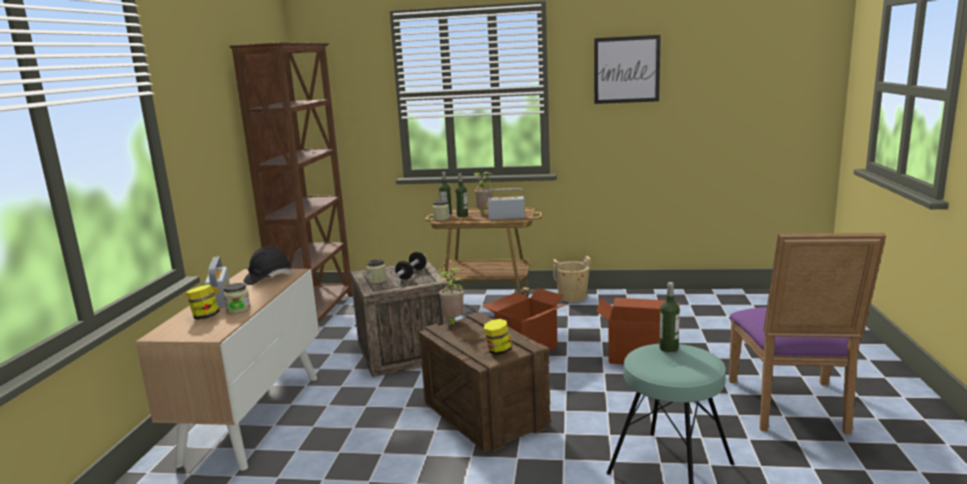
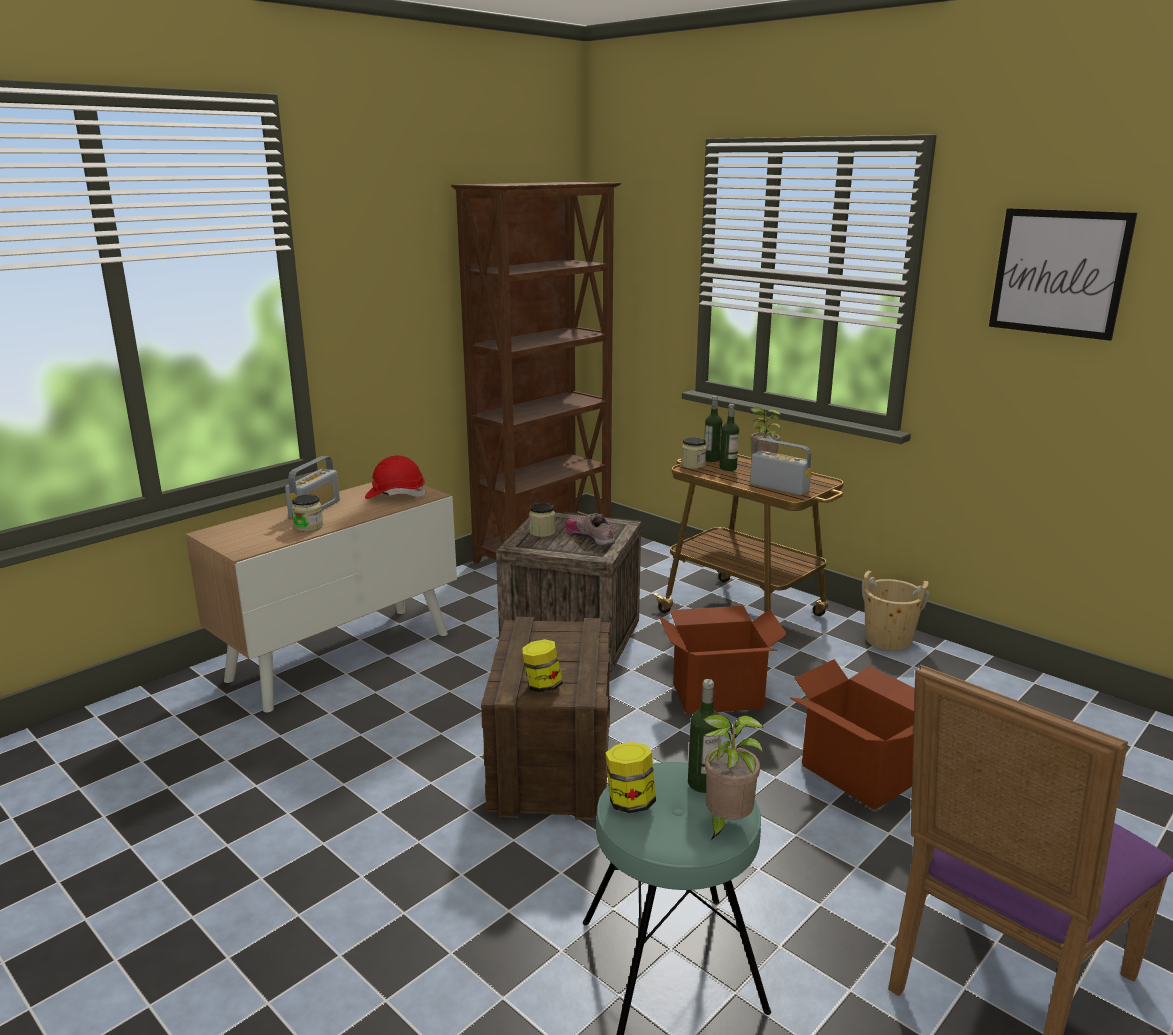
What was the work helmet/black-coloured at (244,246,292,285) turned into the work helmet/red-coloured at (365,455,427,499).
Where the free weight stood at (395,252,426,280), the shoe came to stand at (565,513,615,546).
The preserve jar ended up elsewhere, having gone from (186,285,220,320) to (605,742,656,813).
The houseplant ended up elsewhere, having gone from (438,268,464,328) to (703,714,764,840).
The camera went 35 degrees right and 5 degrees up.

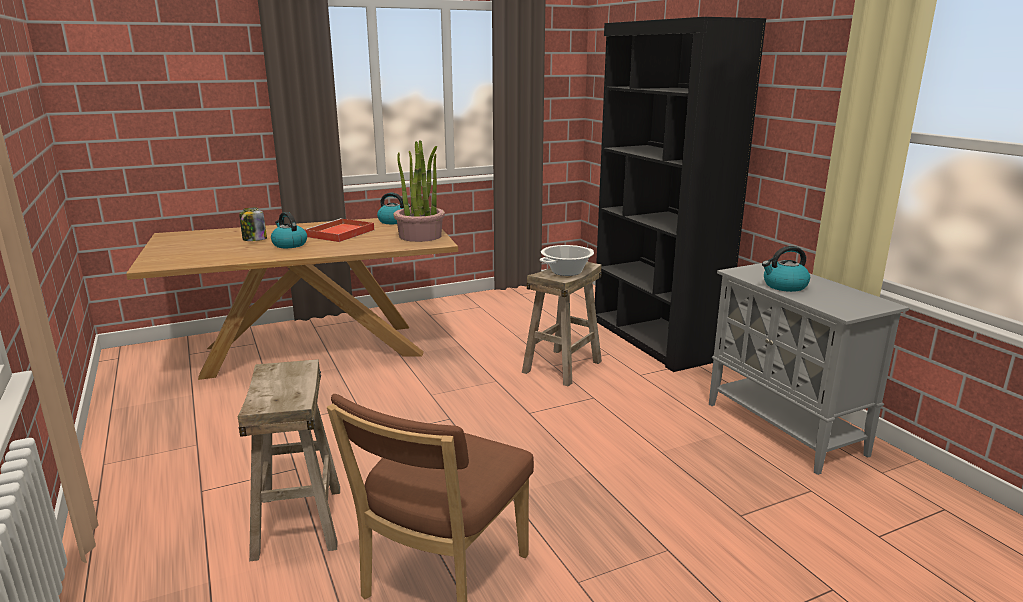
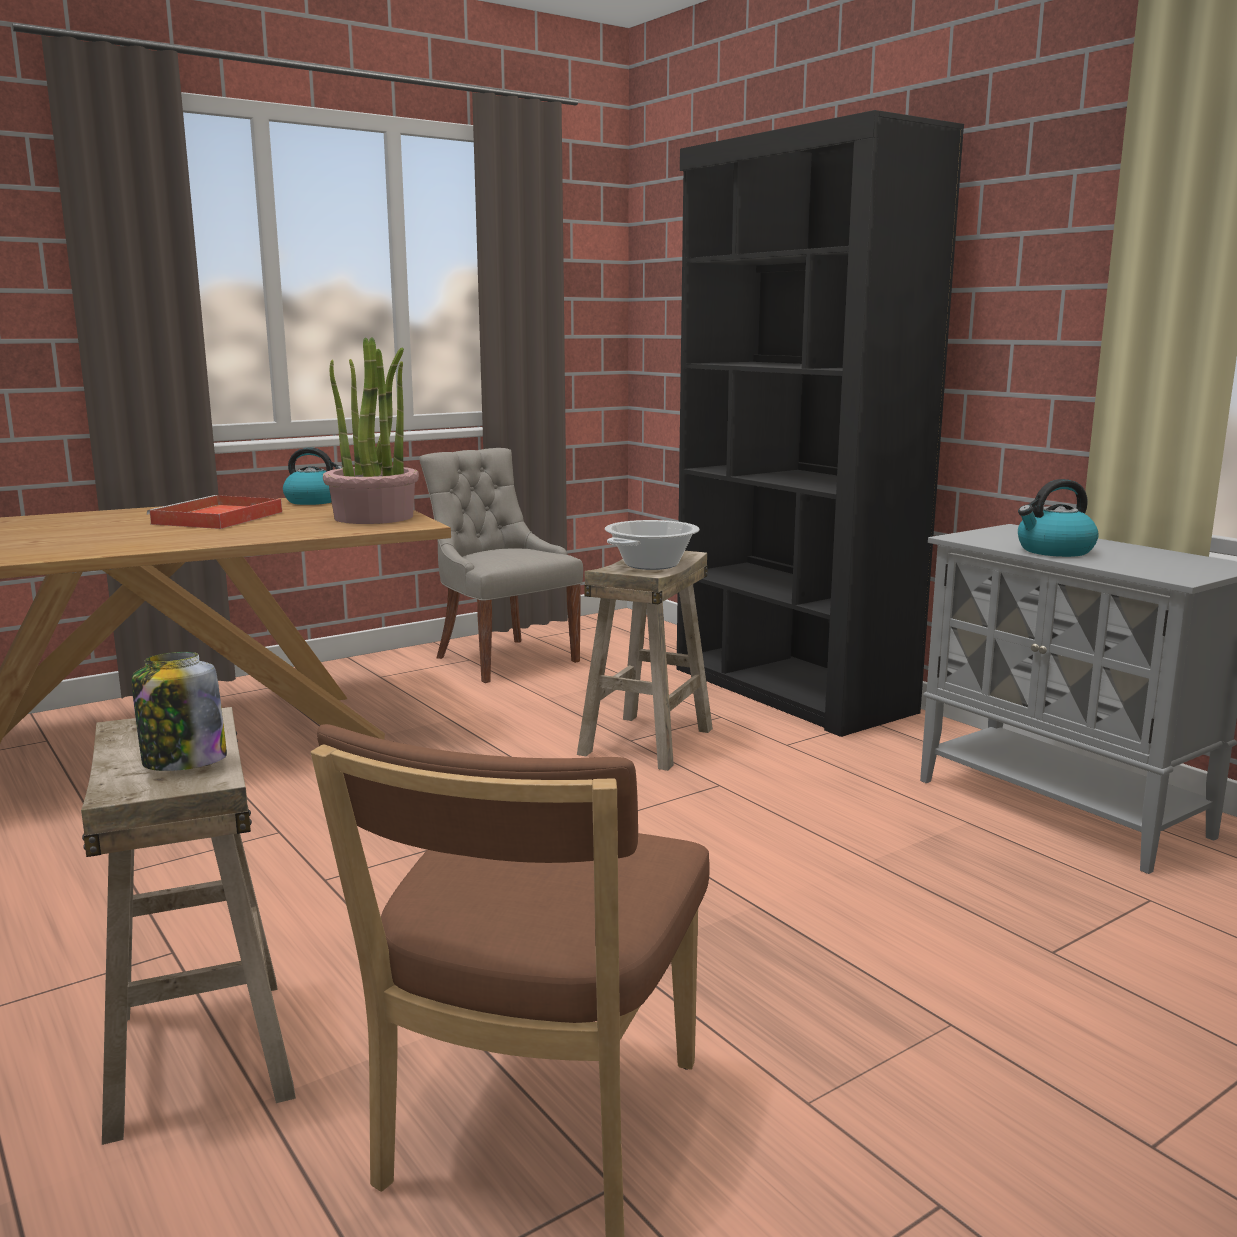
The preserve jar ended up elsewhere, having gone from (239,208,267,241) to (131,652,227,771).
The second view gained the chair/greyish at (419,448,583,683).
The second view lost the tea kettle at (271,212,307,248).
The camera went 10 degrees left and 5 degrees down.

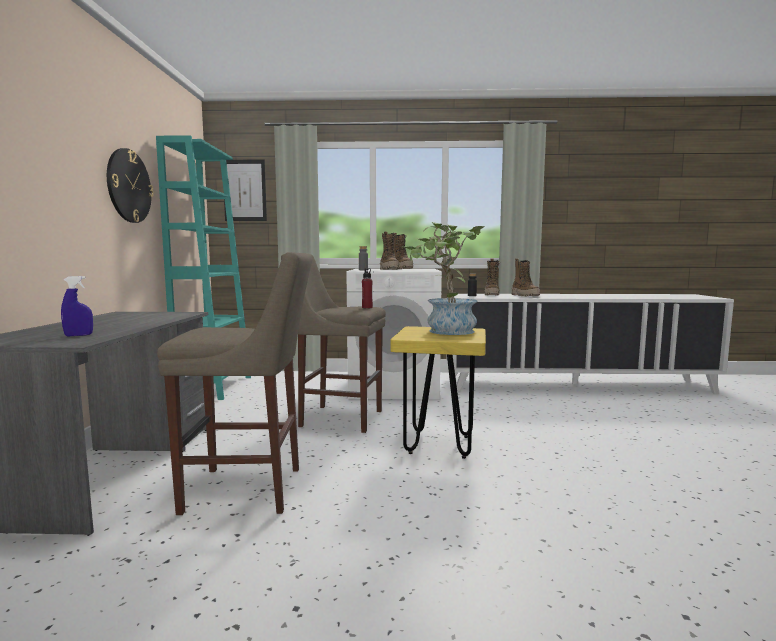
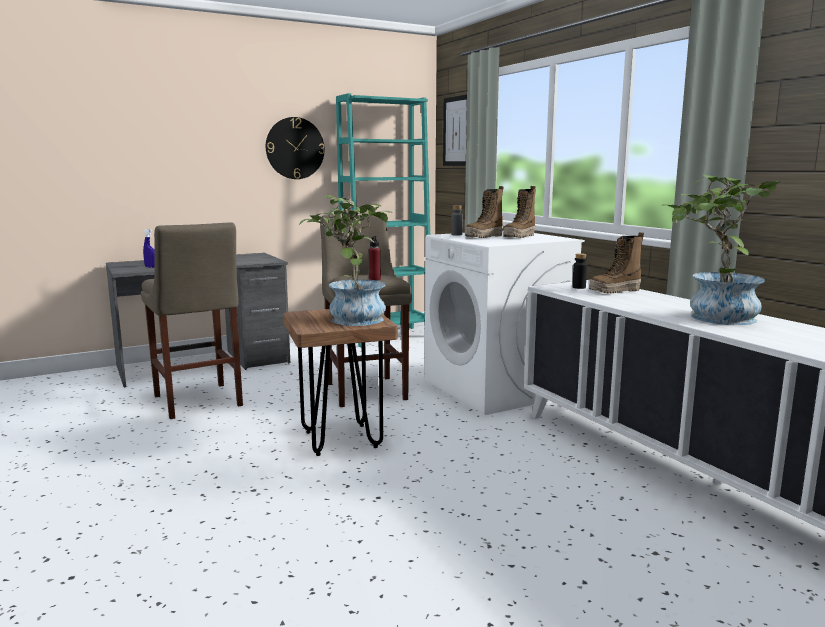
What was the stool/yellow-coloured at (390,326,486,459) turned into the stool/brown-coloured at (284,309,398,456).
The second view gained the houseplant at (662,174,781,325).
The second view lost the high-top boot at (511,258,540,296).
The camera went 60 degrees right and 5 degrees up.

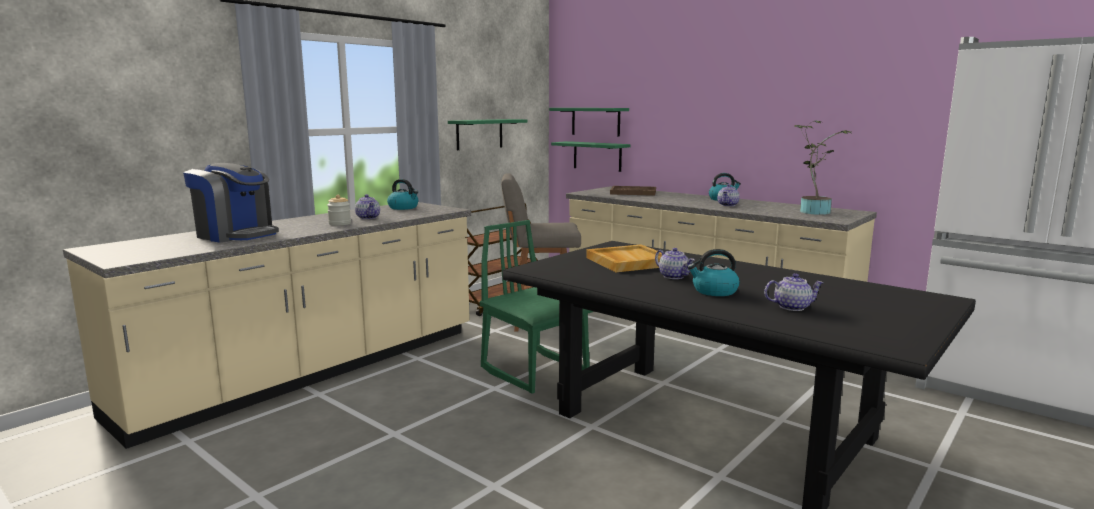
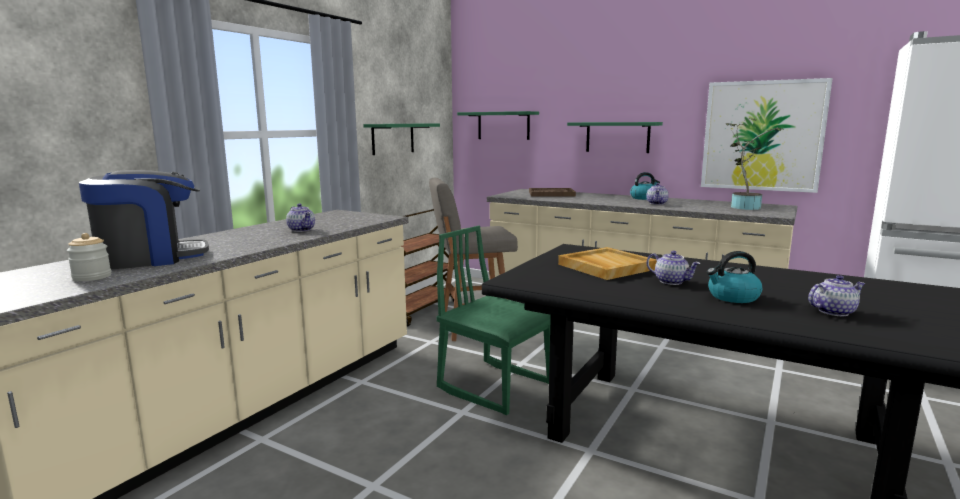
The preserve jar ended up elsewhere, having gone from (327,195,351,226) to (67,233,111,281).
The coffee machine at (183,163,279,243) ended up facing another way, 45 degrees counterclockwise from before.
The wall shelf/green ended up elsewhere, having gone from (551,141,631,172) to (567,122,663,153).
The second view gained the wall art at (701,78,833,193).
The second view lost the tea kettle at (387,179,418,210).
The camera went 10 degrees left and 0 degrees up.

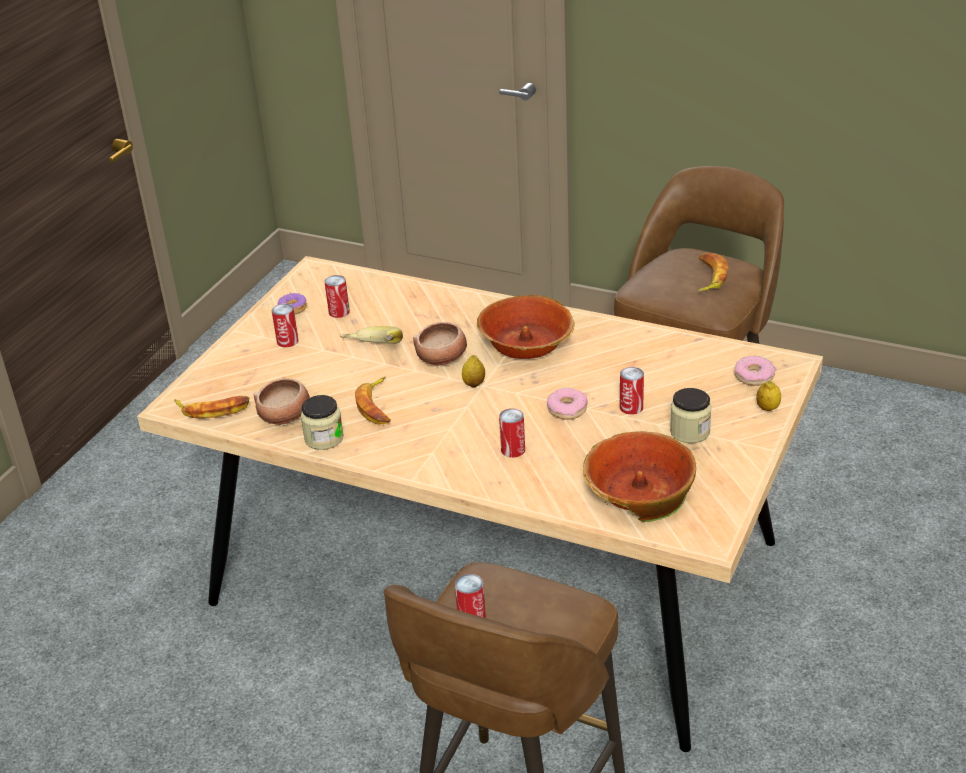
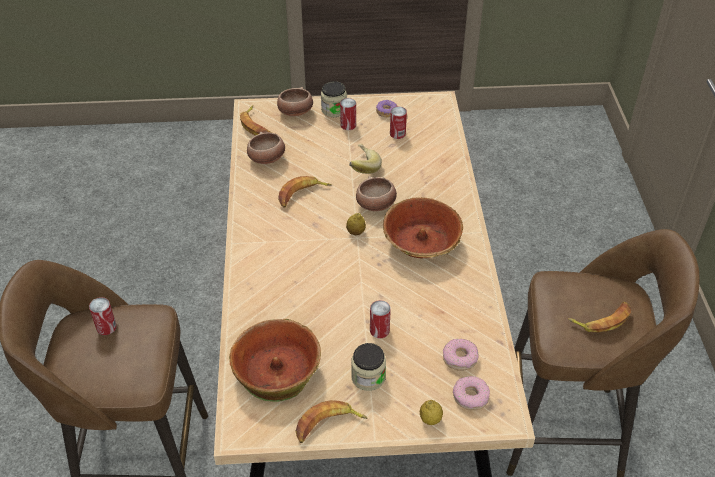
The second view gained the deep dish at (277,87,313,117).
The second view gained the banana at (295,400,368,443).
The preserve jar ended up elsewhere, having gone from (301,395,344,450) to (321,81,347,117).
The ring doughnut ended up elsewhere, having gone from (547,388,588,420) to (443,339,479,371).
The second view lost the can at (499,408,525,458).
The camera went 60 degrees right and 10 degrees up.

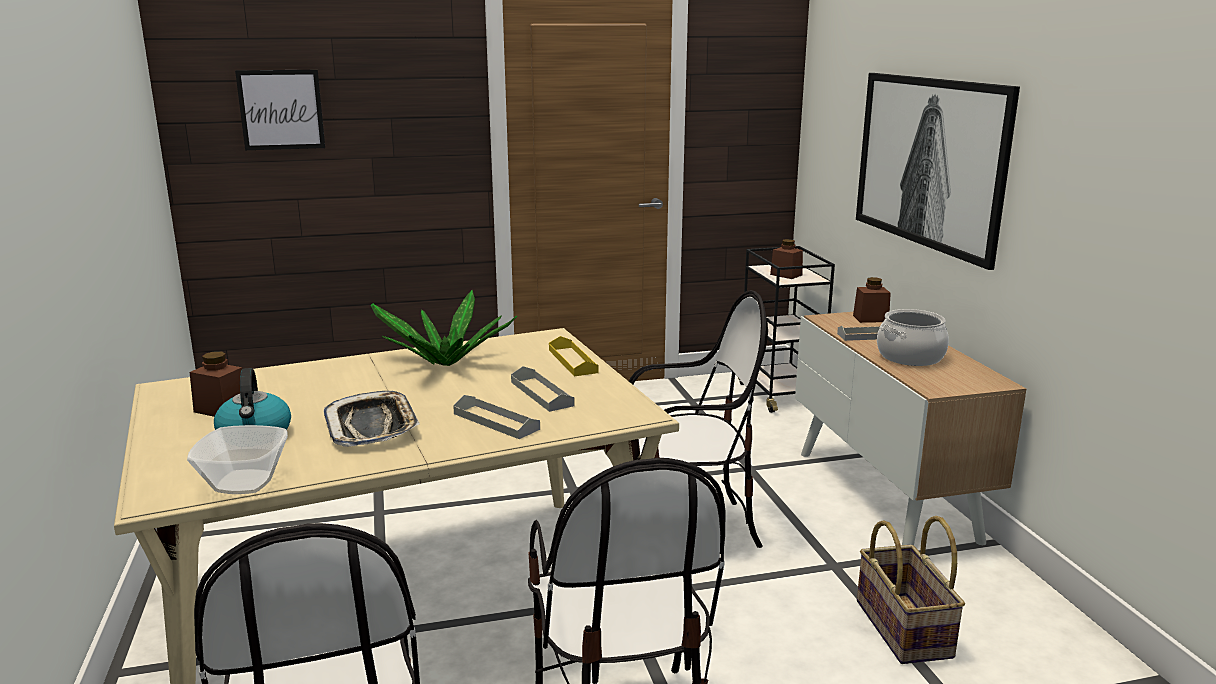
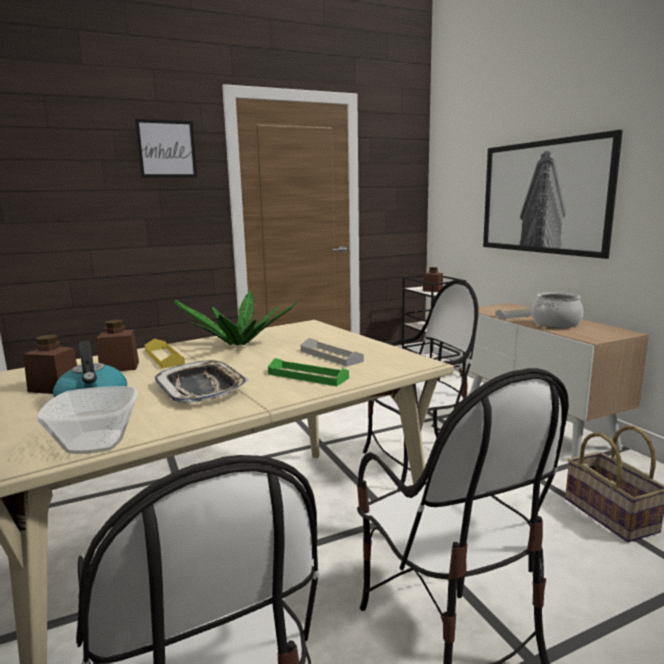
The preserve jar/brown-coloured ended up elsewhere, having gone from (853,277,891,323) to (96,320,139,371).
The wall art ended up elsewhere, having gone from (235,70,325,150) to (135,119,197,178).
The serving tray/yellow-coloured ended up elsewhere, having gone from (549,336,599,376) to (145,339,185,369).
What was the serving tray/greyish at (453,395,540,439) turned into the serving tray/green at (268,358,349,386).
The camera went 10 degrees left and 5 degrees down.

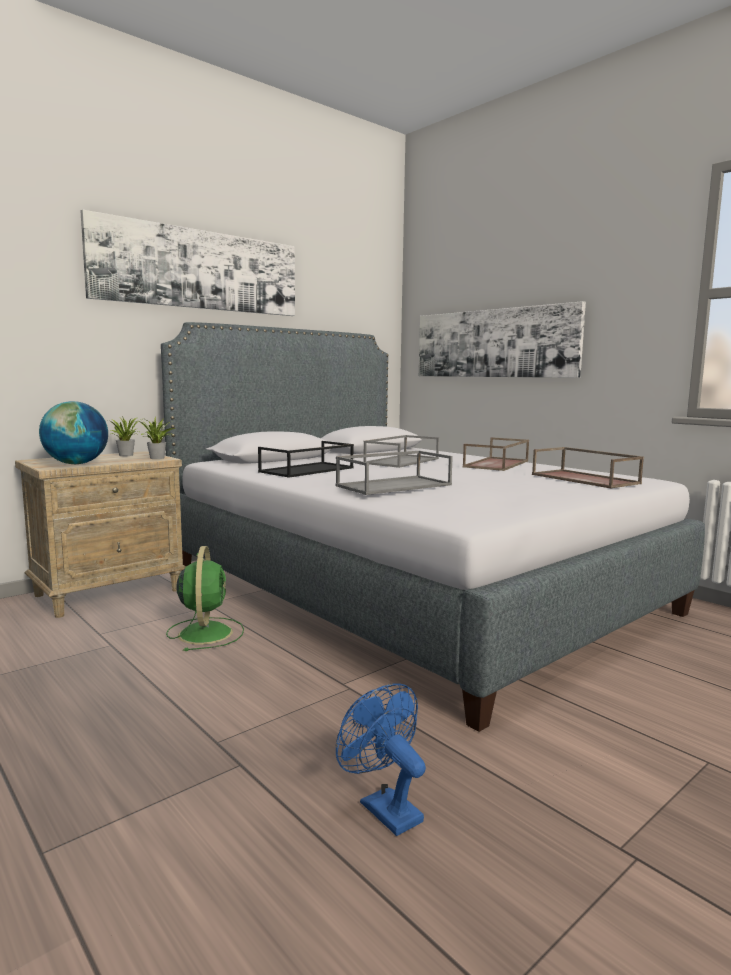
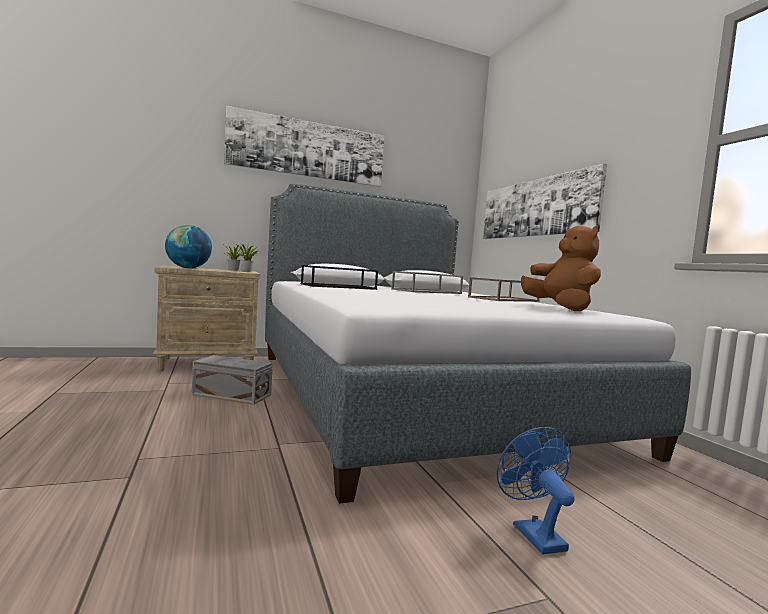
Where the cooling fan/green stood at (166,546,244,651), the storage box/greyish came to stand at (192,355,273,405).
The cooling fan/bluish ended up elsewhere, having gone from (336,683,426,836) to (497,427,574,554).
Where the serving tray/brown-coloured stood at (532,447,644,489), the soft toy/brown-coloured came to stand at (521,225,601,311).
The second view lost the serving tray/greyish at (336,451,453,495).
The camera went 20 degrees right and 5 degrees down.

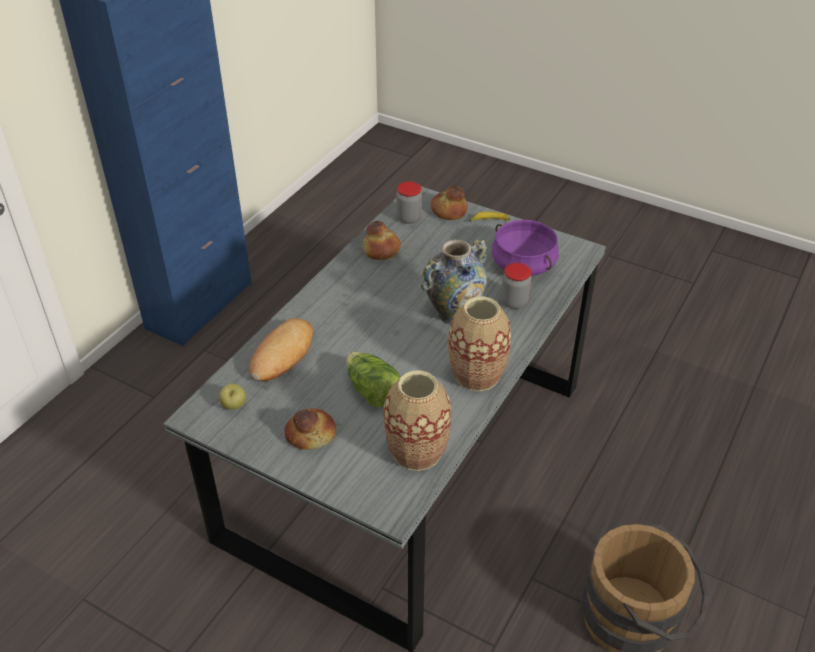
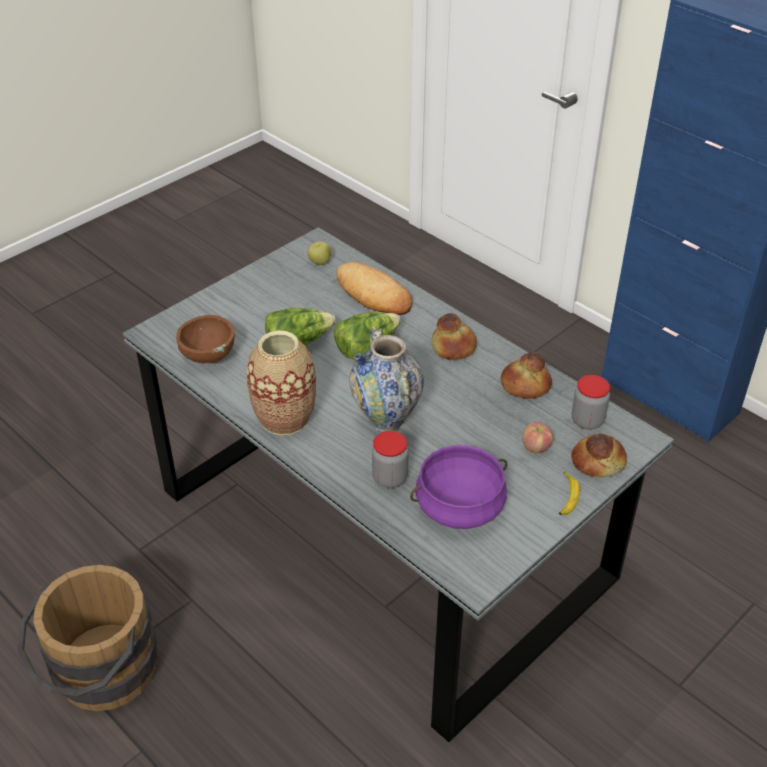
Where the decorative vase stood at (384,370,451,471), the deep dish/brown-coloured came to stand at (176,315,235,364).
The second view gained the head of lettuce at (334,312,401,359).
The bread ended up elsewhere, having gone from (284,408,336,450) to (431,313,477,360).
The second view gained the whole apple at (522,422,553,453).
The camera went 105 degrees right and 0 degrees up.

